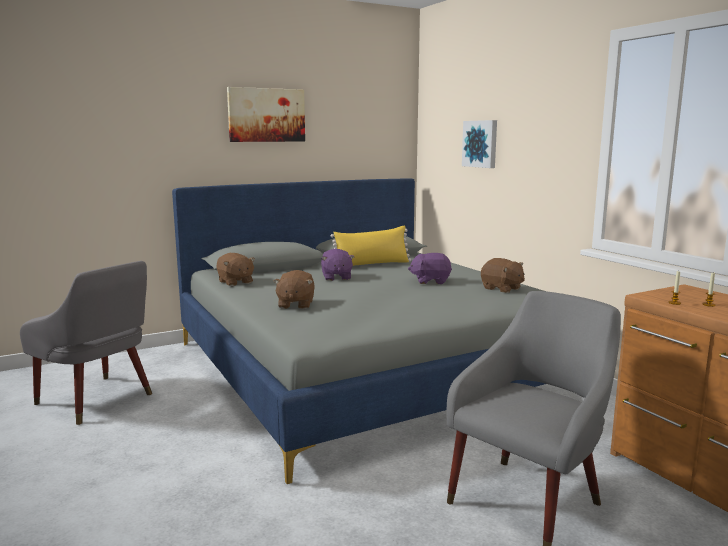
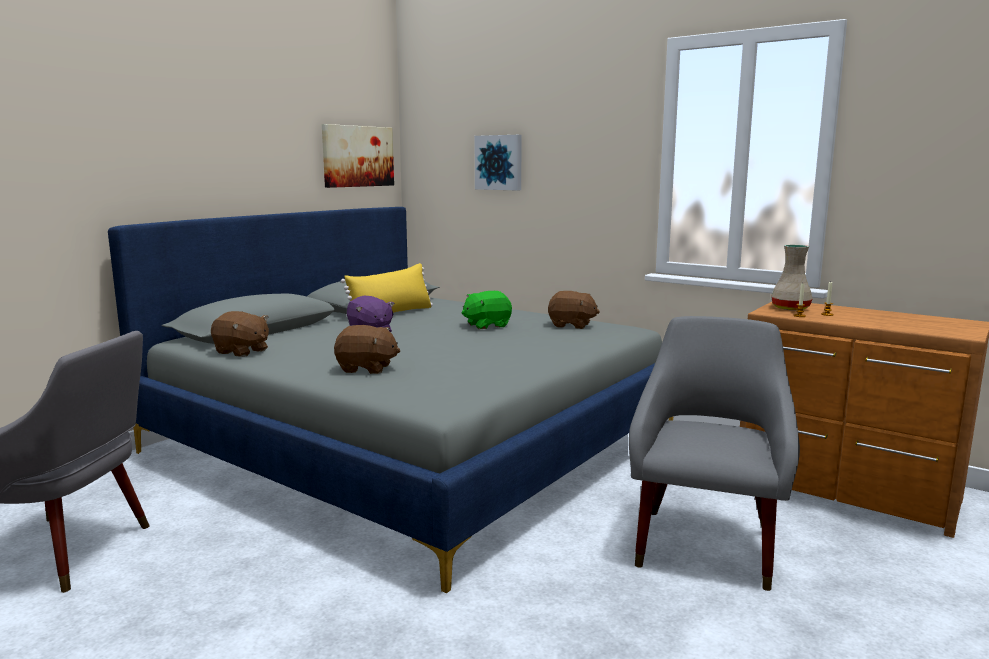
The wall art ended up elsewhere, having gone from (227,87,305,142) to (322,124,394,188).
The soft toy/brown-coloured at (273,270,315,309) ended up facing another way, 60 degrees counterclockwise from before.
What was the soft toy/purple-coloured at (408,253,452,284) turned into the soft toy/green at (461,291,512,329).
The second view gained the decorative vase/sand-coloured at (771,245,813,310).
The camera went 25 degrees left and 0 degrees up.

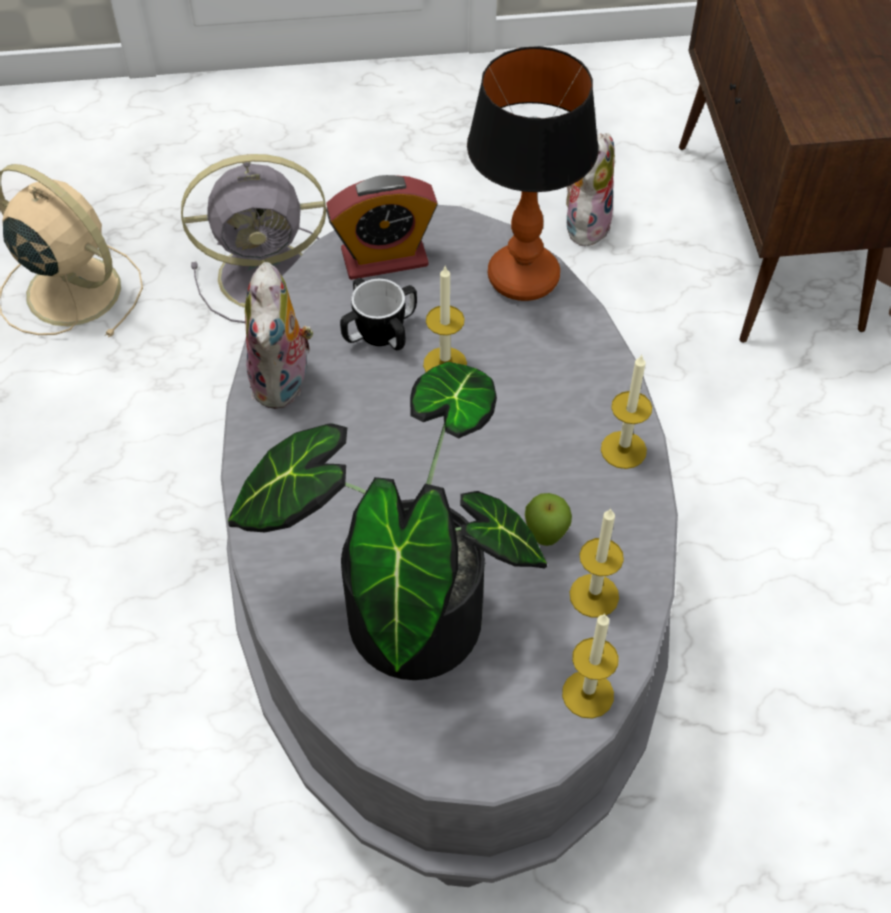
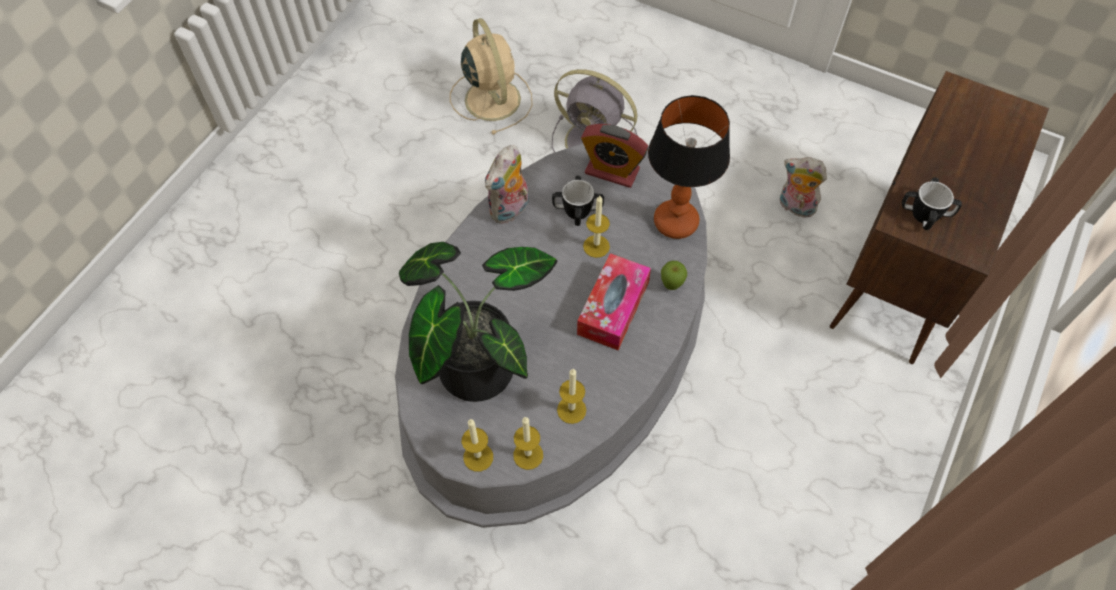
The wax candle ended up elsewhere, having gone from (601,355,652,469) to (462,419,493,472).
The second view gained the box of tissues at (577,253,651,350).
The whole apple ended up elsewhere, having gone from (525,493,572,546) to (661,261,687,290).
The soft toy at (566,133,615,247) ended up facing another way, 120 degrees counterclockwise from before.
The second view gained the tea mug at (902,178,962,230).
The camera went 35 degrees right and 5 degrees up.

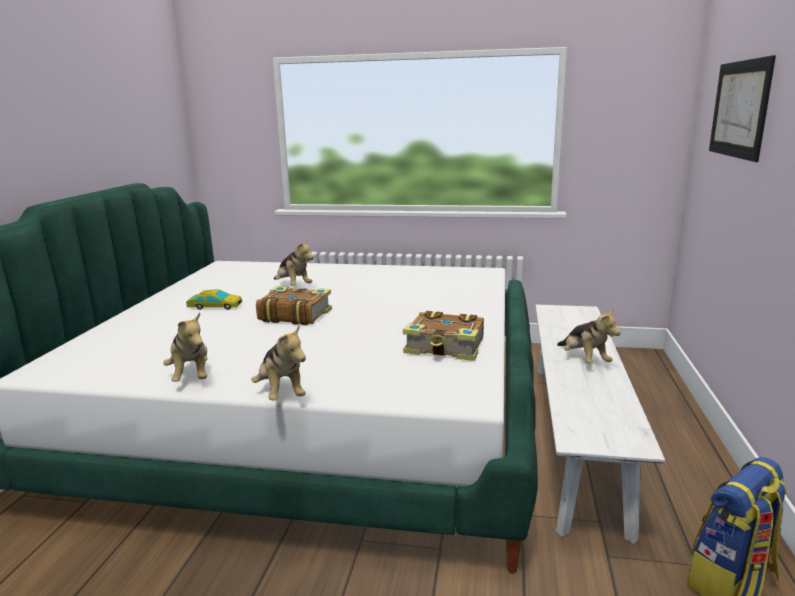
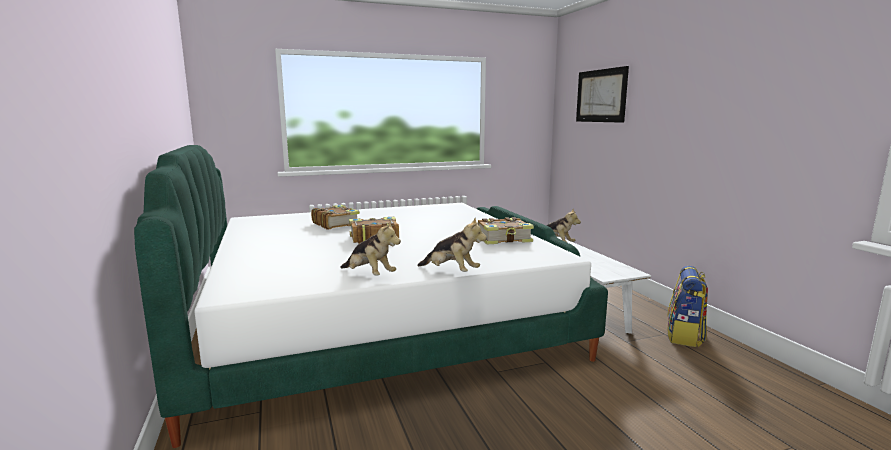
Where the soft toy stood at (274,239,314,286), the book came to stand at (311,205,360,230).
The second view lost the miniature car at (186,290,242,310).
The camera went 30 degrees left and 5 degrees down.

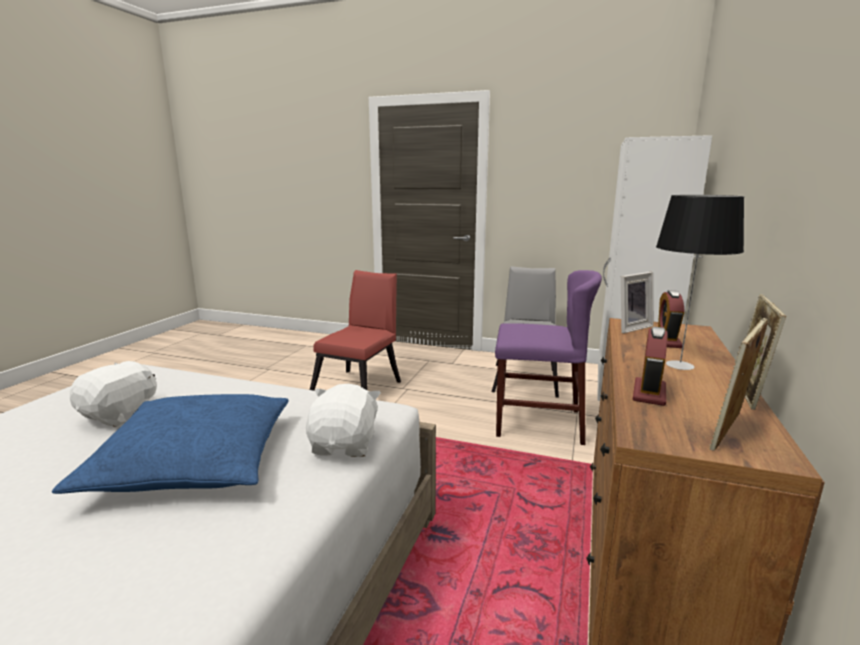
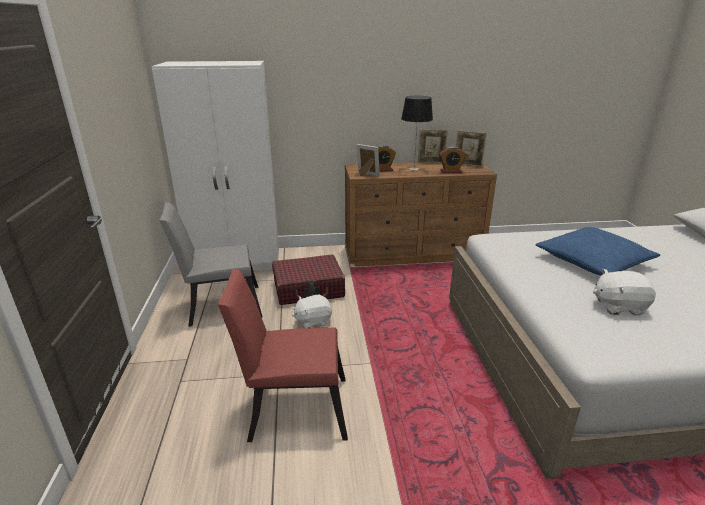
Where the chair/purple-coloured stood at (495,270,602,445), the travel case/red-coloured came to stand at (272,255,345,305).
The soft toy/white ended up elsewhere, having gone from (306,384,381,457) to (292,295,332,328).
The camera went 115 degrees left and 10 degrees up.

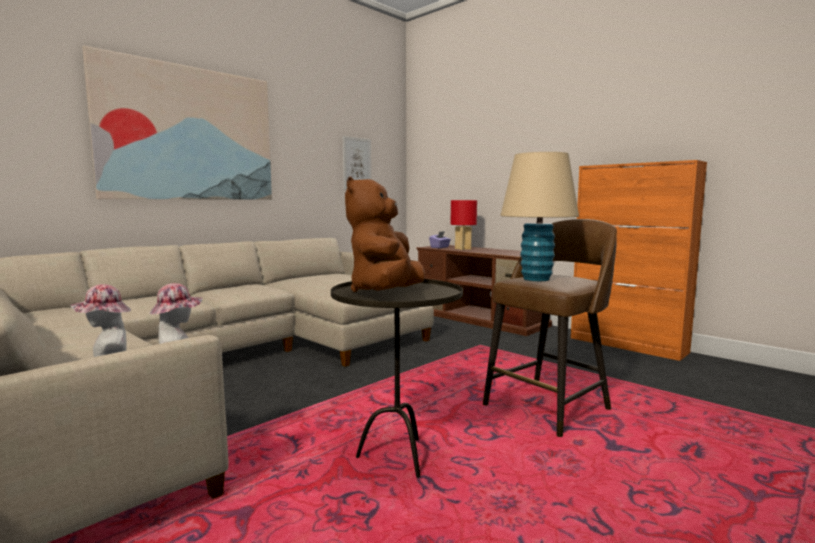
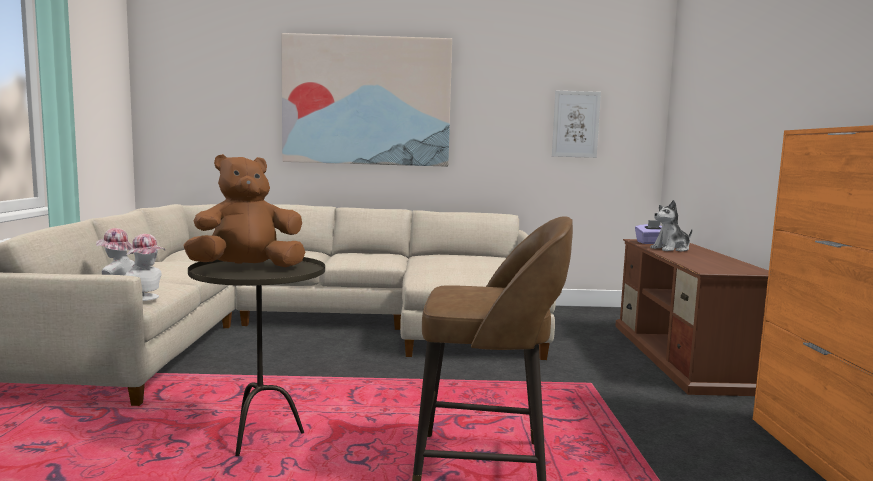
Where the lamp for a table/red-coloured stood at (451,200,477,250), the soft toy came to stand at (650,200,692,252).
The second view lost the lamp for a table/sand-coloured at (500,152,579,281).
The camera went 45 degrees right and 0 degrees up.

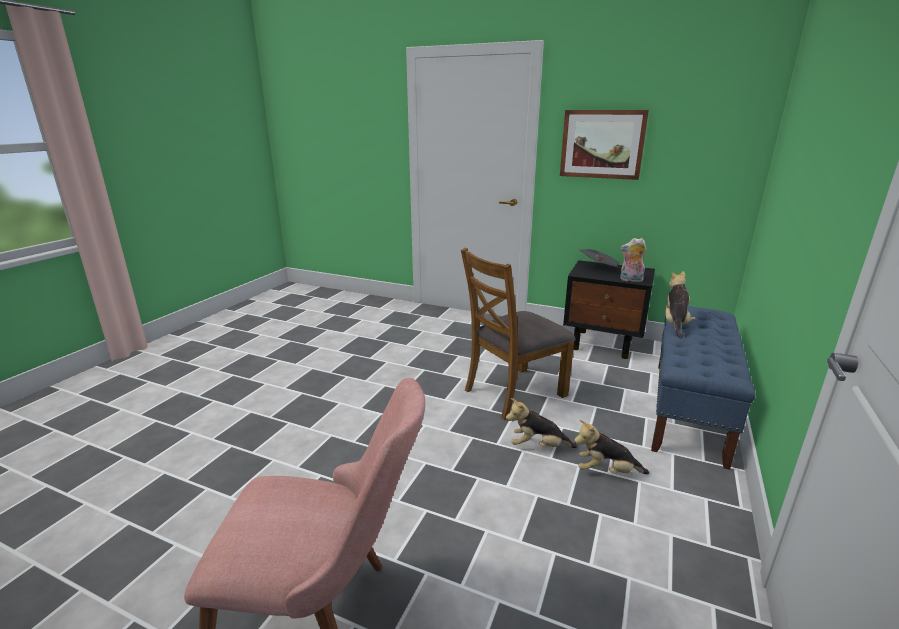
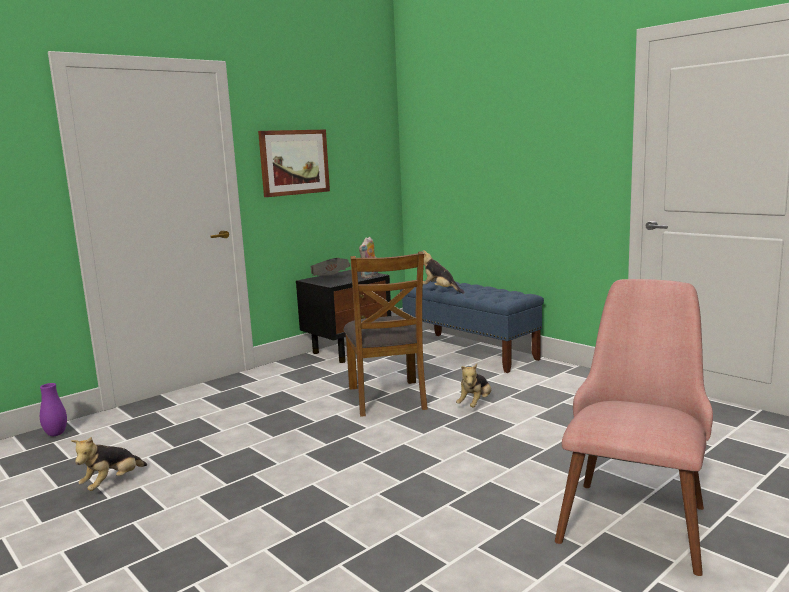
The second view gained the decorative vase/purple-coloured at (40,383,67,436).
The soft toy ended up elsewhere, having gone from (574,420,649,474) to (71,437,147,491).
The camera went 65 degrees left and 10 degrees down.

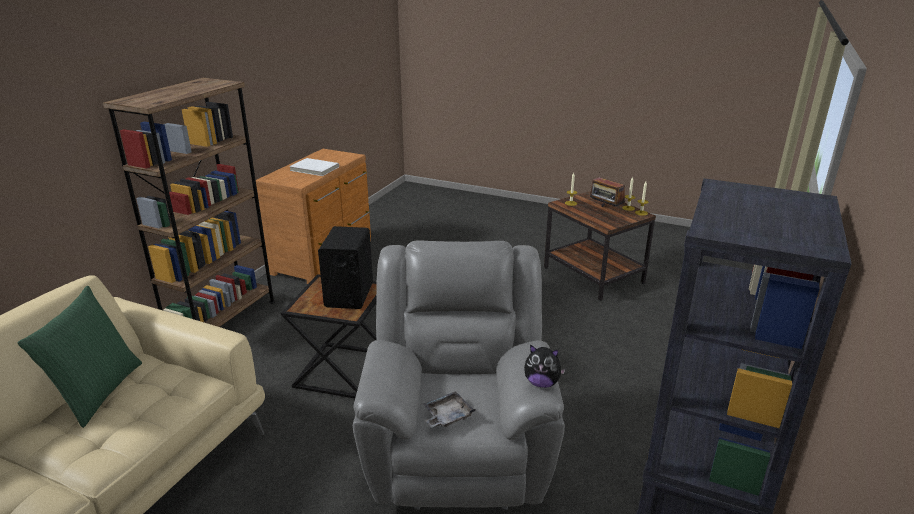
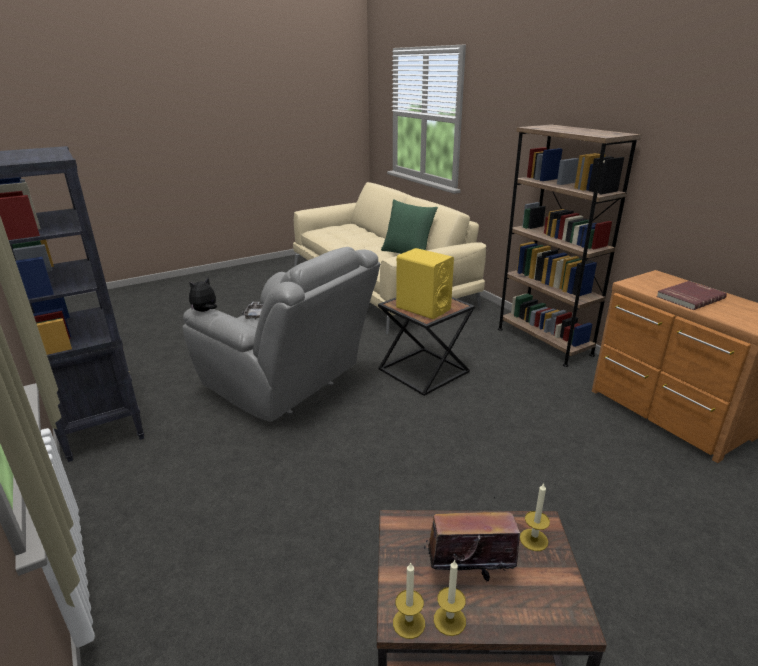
What was the speaker/black-coloured at (318,226,373,309) turned into the speaker/yellow-coloured at (396,248,454,319).
What was the book/white at (289,158,339,176) turned into the book/red-coloured at (656,281,727,310).
The camera went 125 degrees right and 0 degrees up.

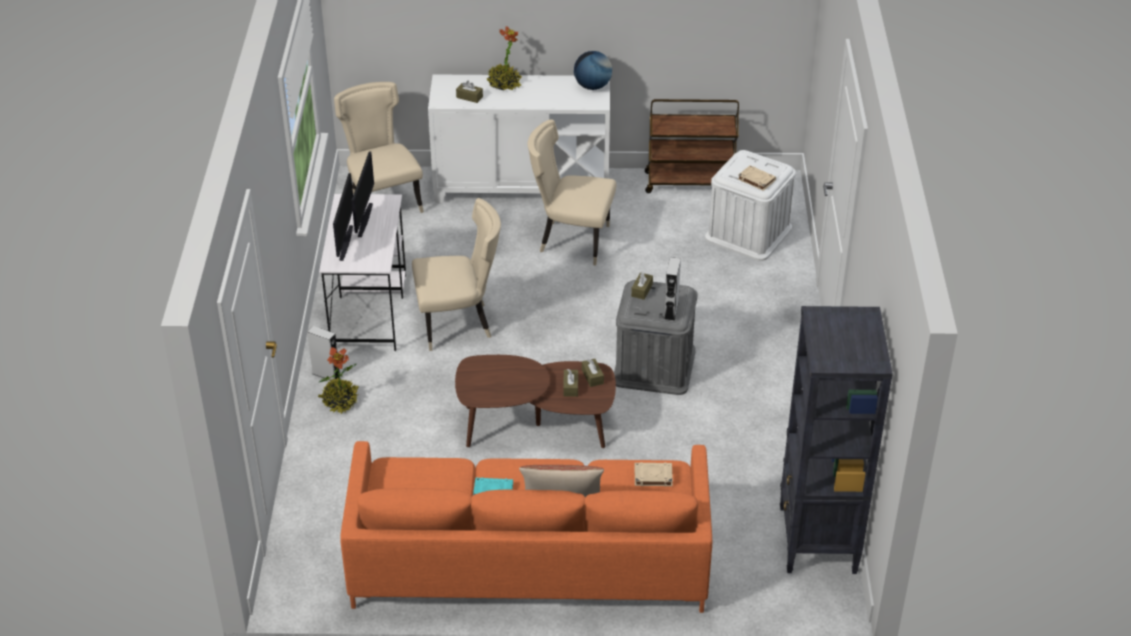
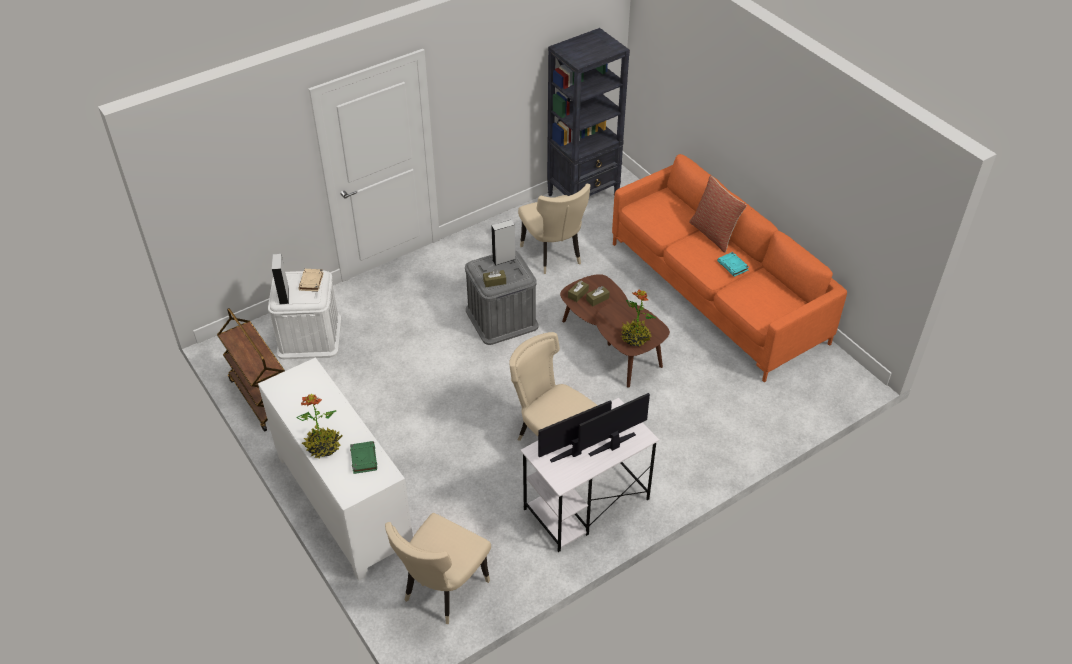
The speaker/greyish ended up elsewhere, having gone from (307,326,340,380) to (272,254,289,305).
Where the box of tissues/brown-coloured stood at (456,81,483,103), the book/green came to stand at (350,441,377,474).
The chair/sand-coloured ended up elsewhere, having gone from (527,119,616,265) to (518,183,590,274).
The houseplant ended up elsewhere, having gone from (318,347,359,414) to (621,289,656,346).
The second view lost the globe at (574,51,612,90).
The second view lost the book/sand-coloured at (634,462,673,487).
The camera went 125 degrees left and 5 degrees up.

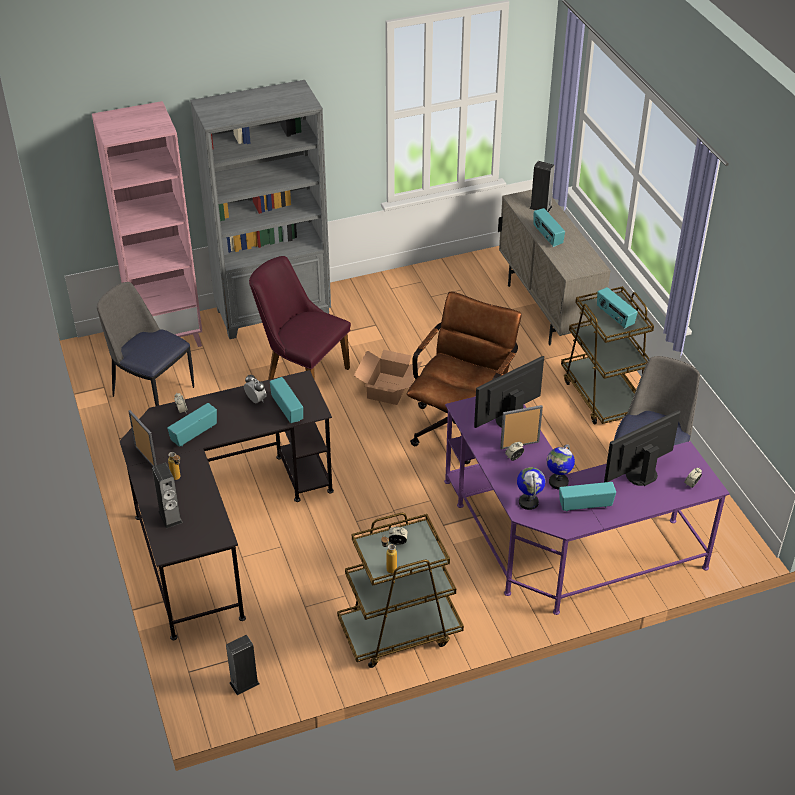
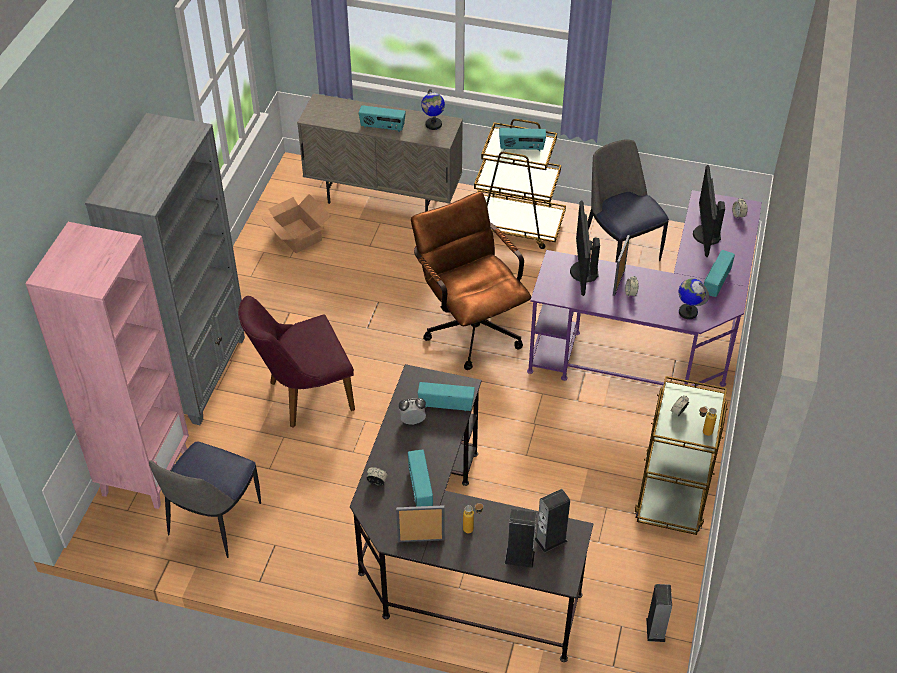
The chair at (97,282,194,406) ended up facing another way, 45 degrees counterclockwise from before.
The cardboard box ended up elsewhere, having gone from (354,350,422,405) to (260,194,331,253).
The globe ended up elsewhere, having gone from (547,444,575,489) to (421,89,445,130).
The speaker ended up elsewhere, having gone from (529,161,555,213) to (535,489,570,553).
The camera went 55 degrees left and 5 degrees up.

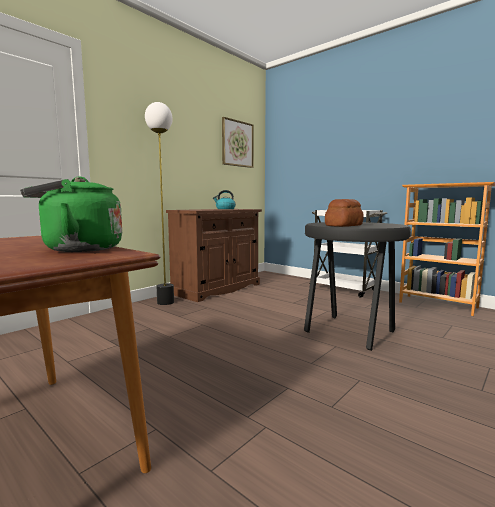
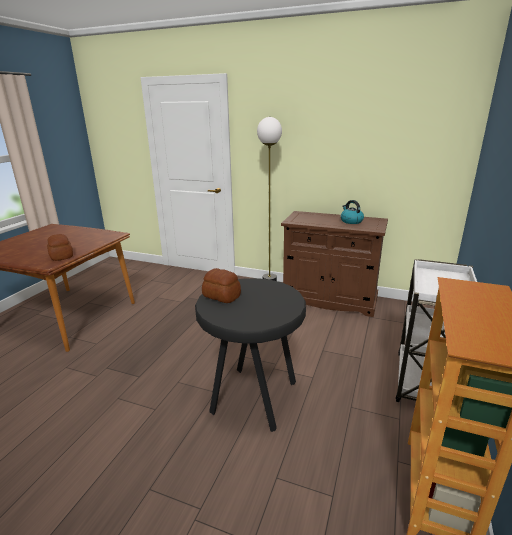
Where the tea kettle/green stood at (20,177,122,252), the bread came to stand at (47,234,73,261).
The second view lost the wall art at (222,117,254,168).
The camera went 70 degrees right and 15 degrees up.

